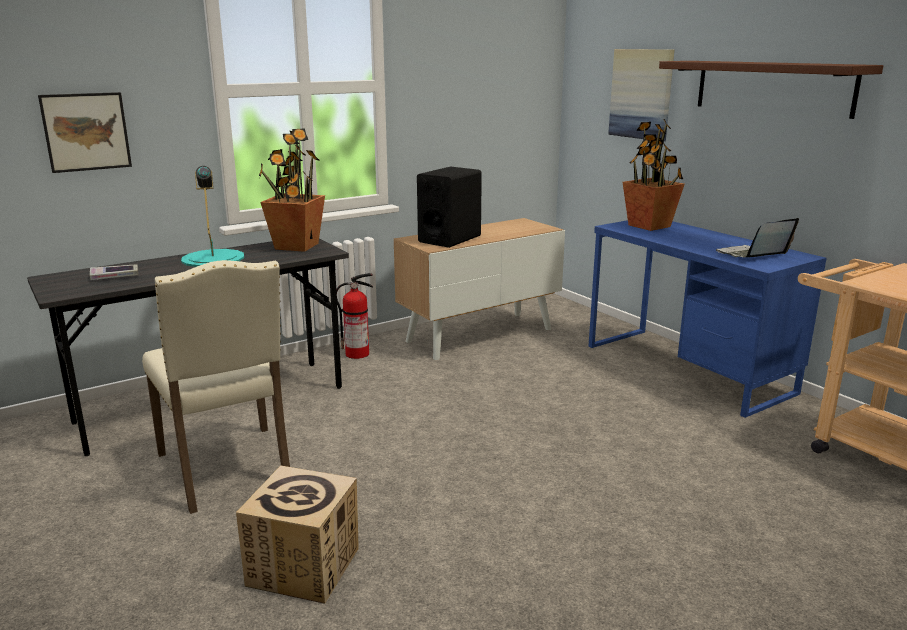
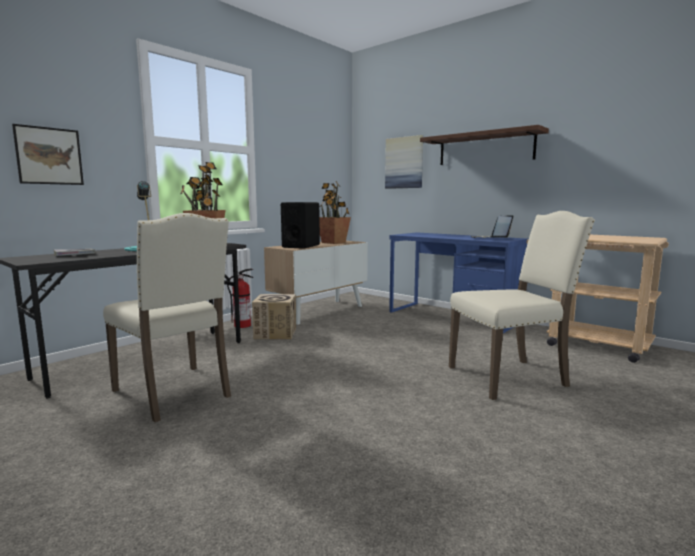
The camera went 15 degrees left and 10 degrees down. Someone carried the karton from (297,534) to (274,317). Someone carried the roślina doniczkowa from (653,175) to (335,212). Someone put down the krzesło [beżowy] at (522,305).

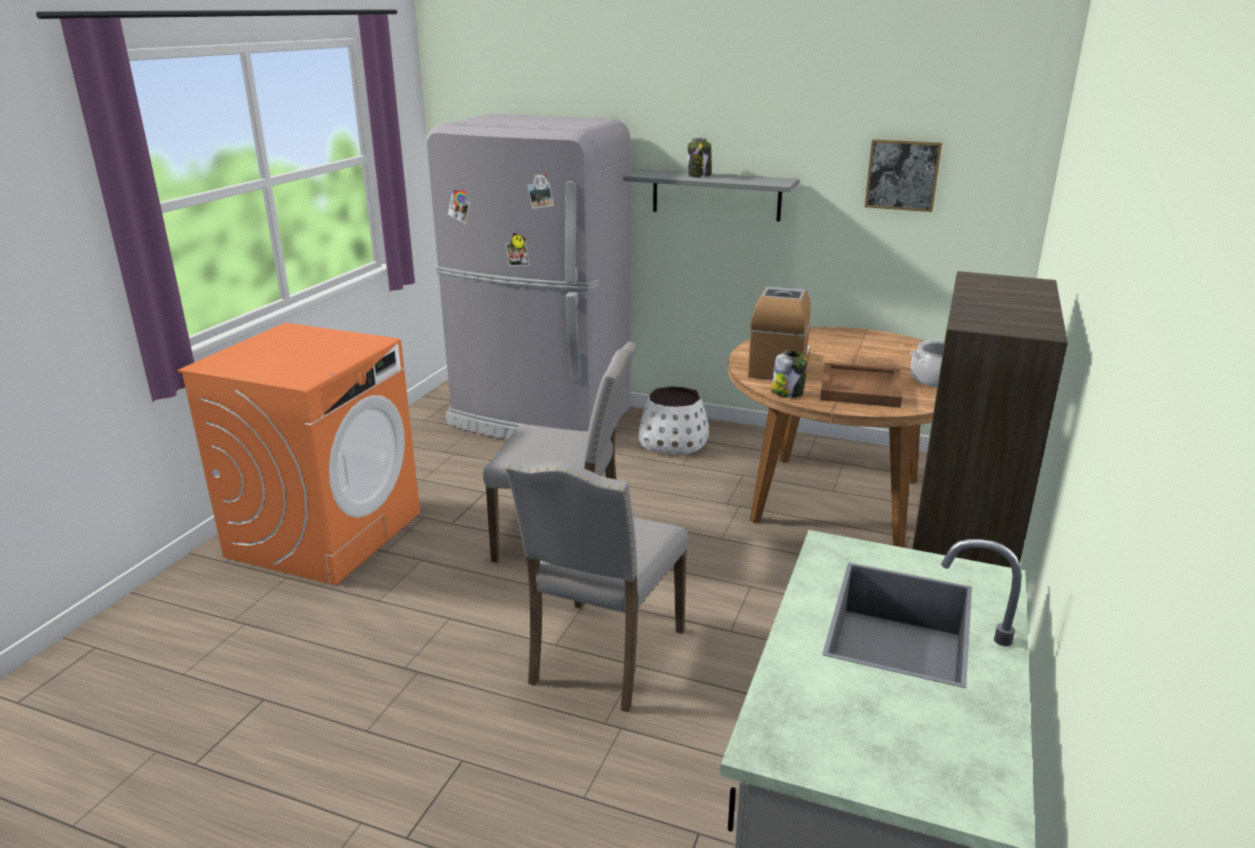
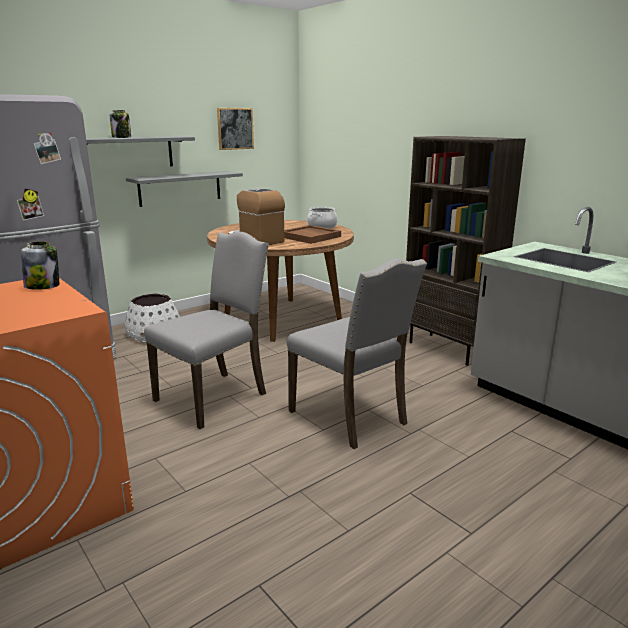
The camera went 60 degrees left and 5 degrees down. Someone carried the słoik from (789,374) to (40,266). Someone put up the półka [szary] at (184,189).

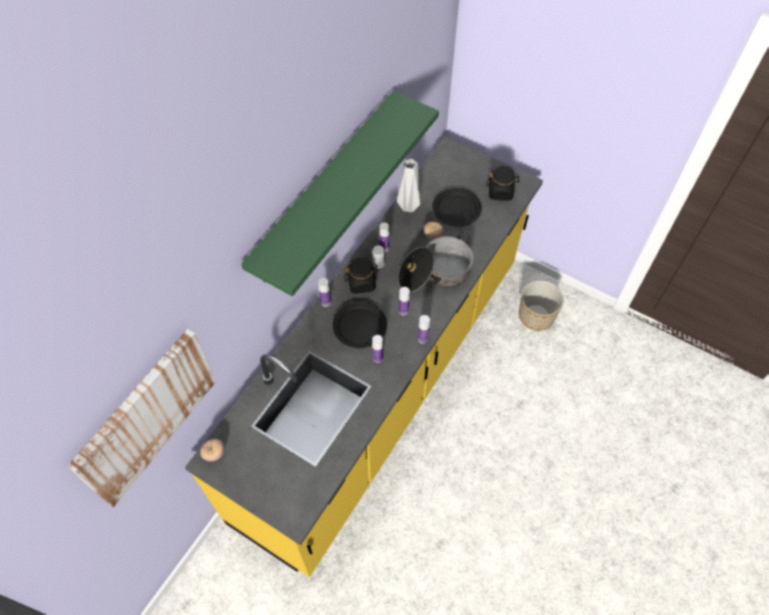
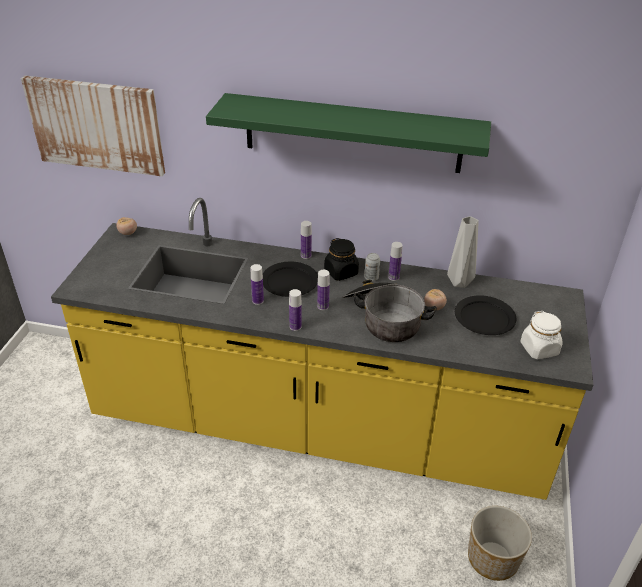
The camera went 70 degrees right and 20 degrees down. Someone repainted the słoik [czarny] at (503,183), which became the słoik [biały] at (541,335).

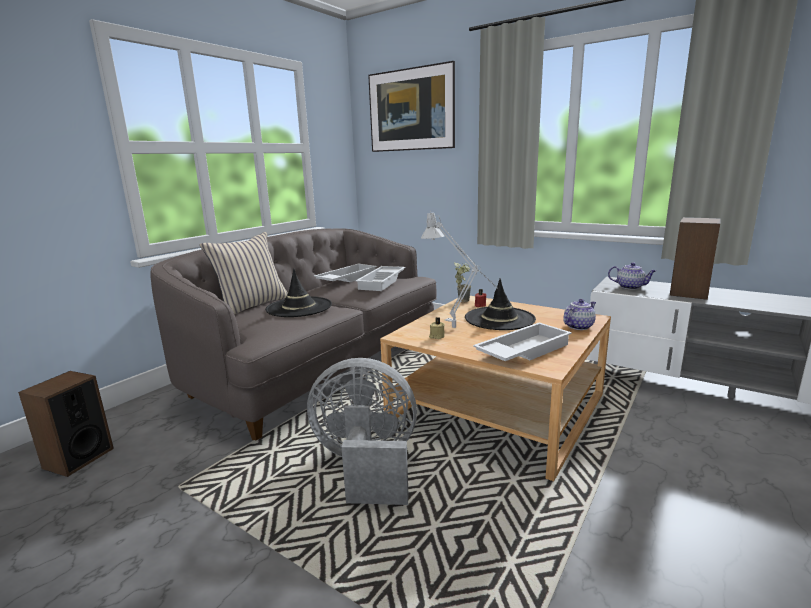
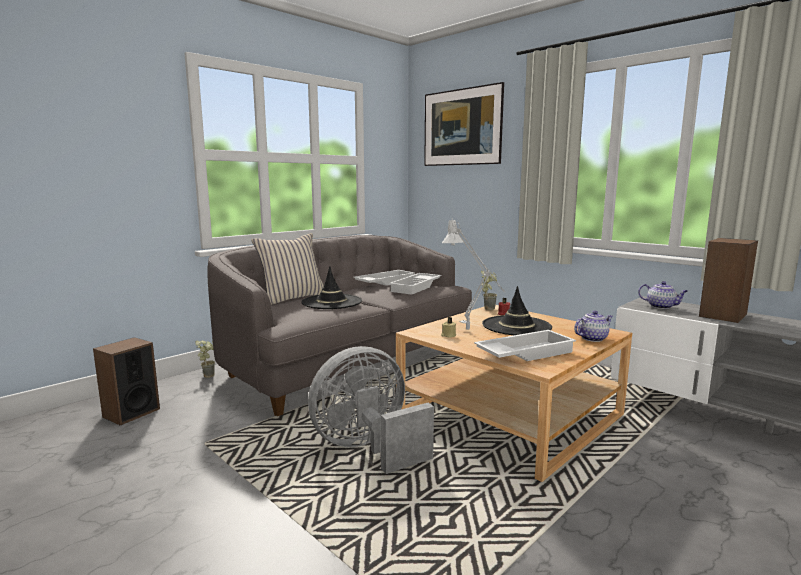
The camera went 10 degrees right and 5 degrees down. Someone put down the roślina doniczkowa at (205,359). Someone rotated the wentylator [szary] at (362,431) by 45 degrees counterclockwise.

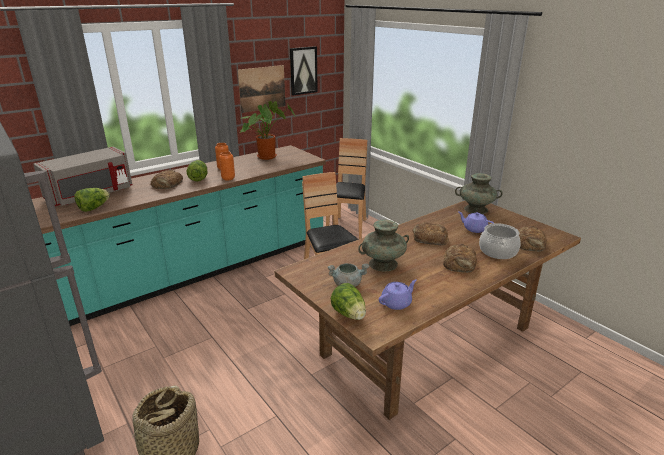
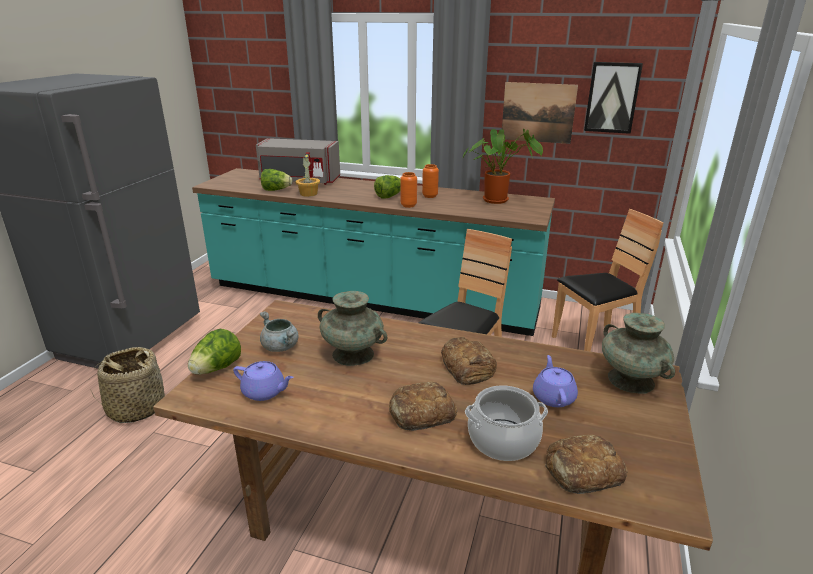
The camera went 55 degrees right and 0 degrees up. Someone put down the roślina doniczkowa at (307,175). Someone took away the chleb at (167,179).

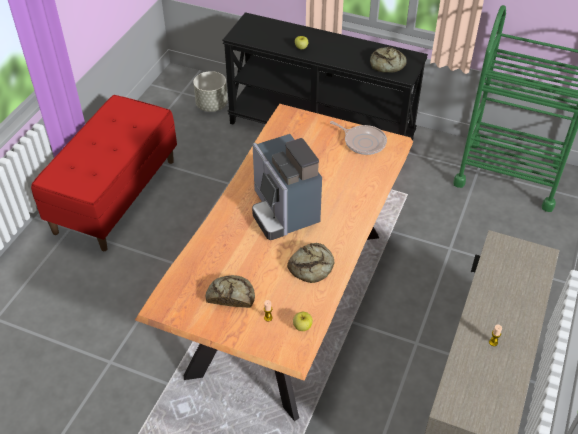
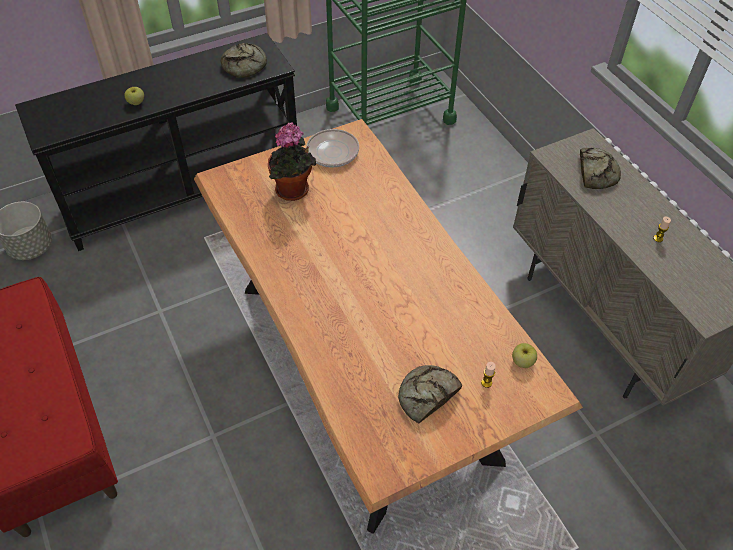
The camera went 50 degrees left and 5 degrees up. Someone put down the roślina doniczkowa at (292,161). Someone carried the chleb from (310,263) to (600,168). Someone took away the ekspres do kawy at (287,187).

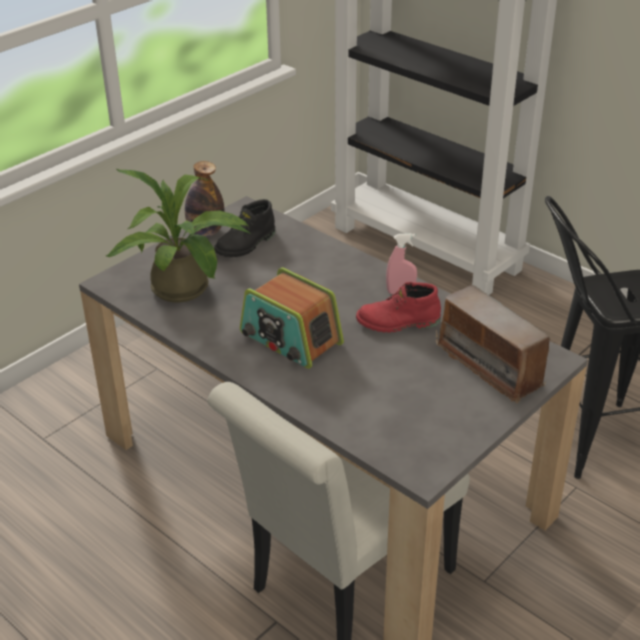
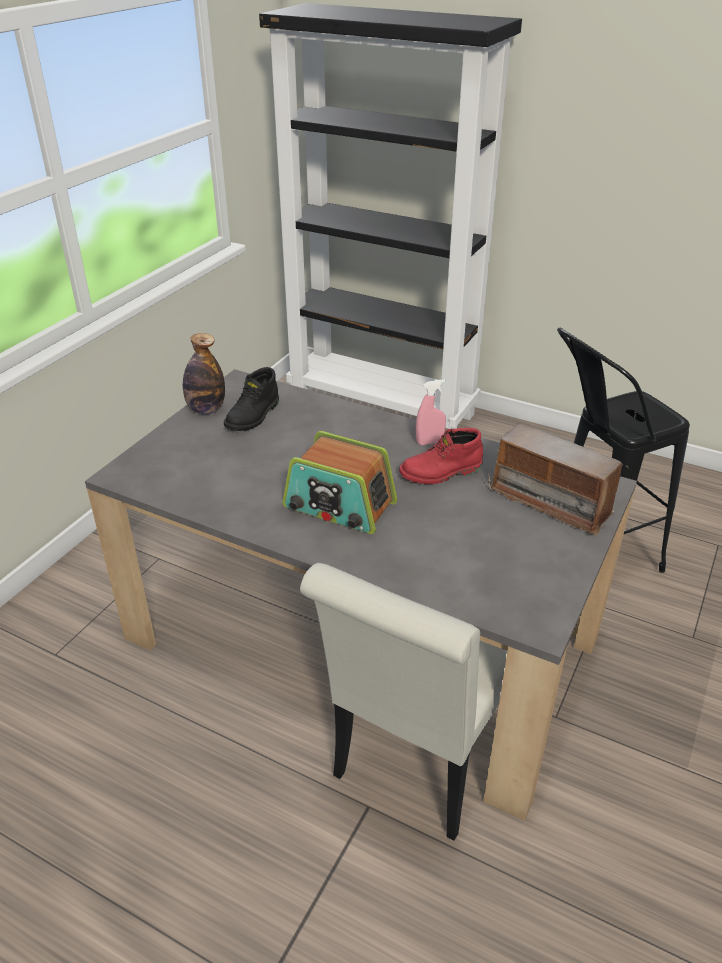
The camera went 15 degrees left and 0 degrees up. Someone took away the roślina doniczkowa at (177,235).

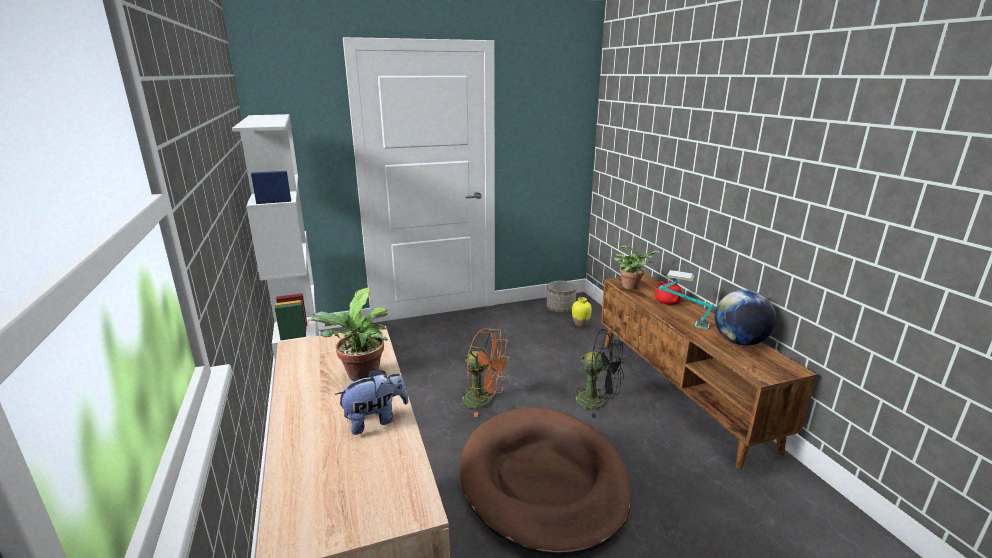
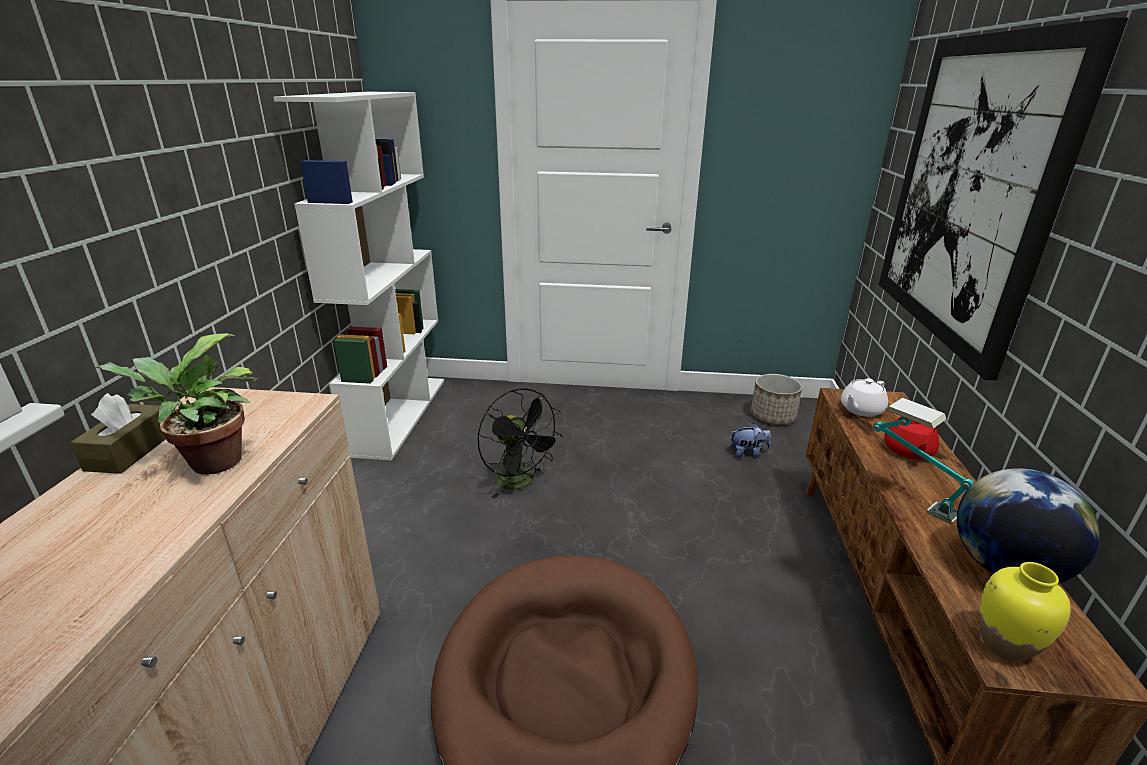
The camera went 25 degrees right and 5 degrees up. Someone put down the pudełko chusteczek [brązowy] at (118,433). Someone carried the wentylator [czarny] from (597,373) to (520,443). Someone carried the pluszak from (371,402) to (750,440). Someone swapped the roślina doniczkowa at (637,267) for the imbryk [biały] at (864,397). Someone put up the obraz at (1003,198). Someone carried the wazon [żółty] from (582,312) to (1025,612). Someone took away the wentylator [pomarańczowy] at (485,372).

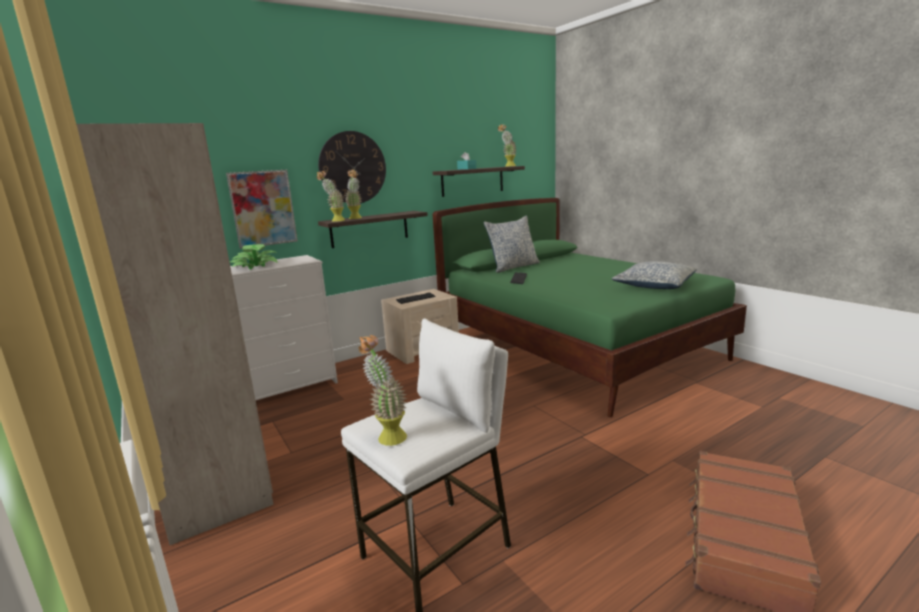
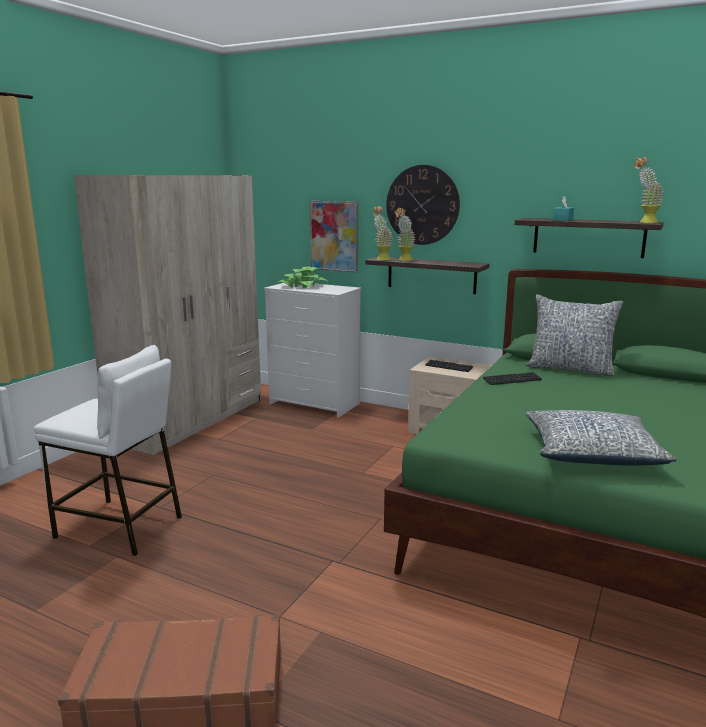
The camera went 60 degrees right and 0 degrees up. Someone took away the roślina doniczkowa at (382,390).

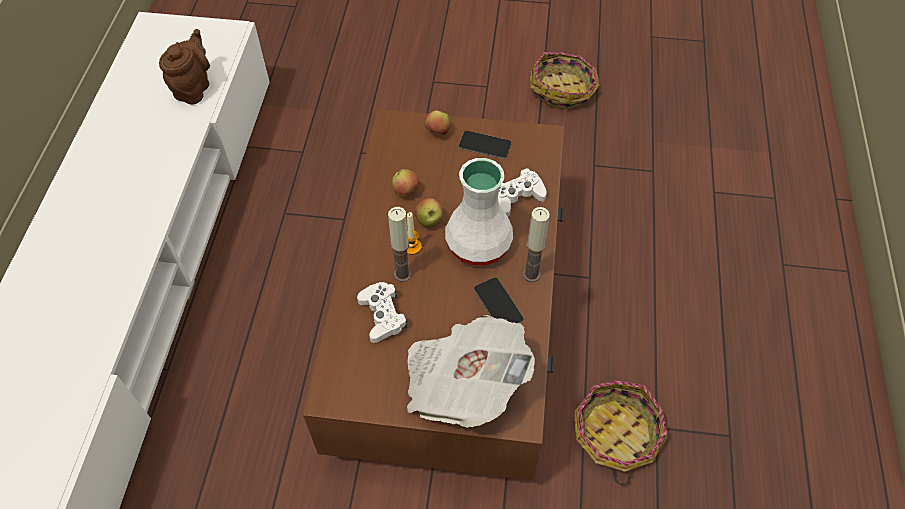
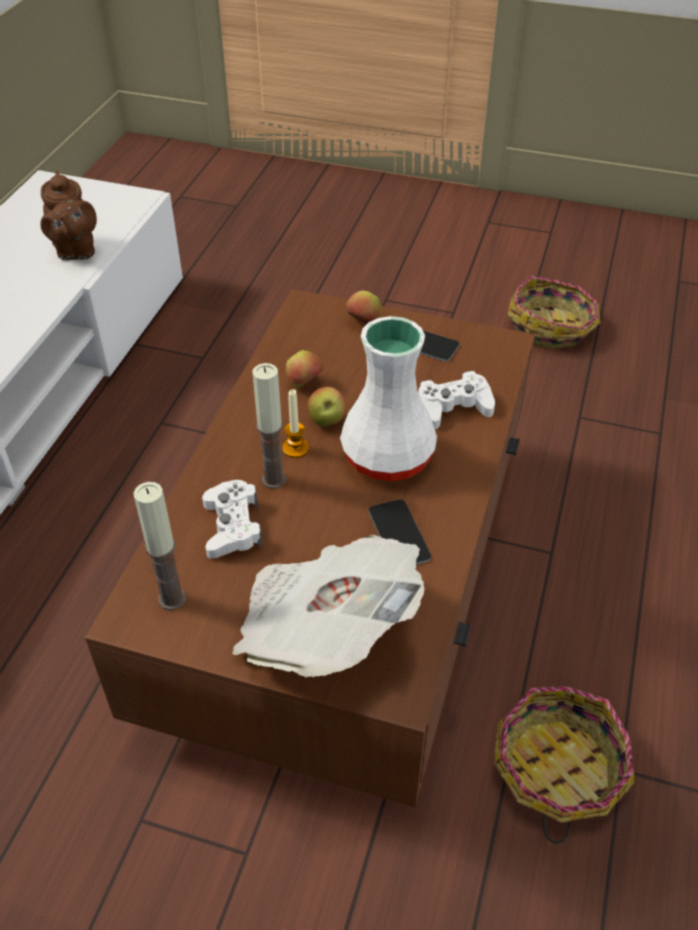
The camera went 10 degrees right and 10 degrees down. Someone rotated the imbryk [brązowy] at (184,67) by 135 degrees clockwise. Someone carried the świeca from (536,244) to (159,546).

